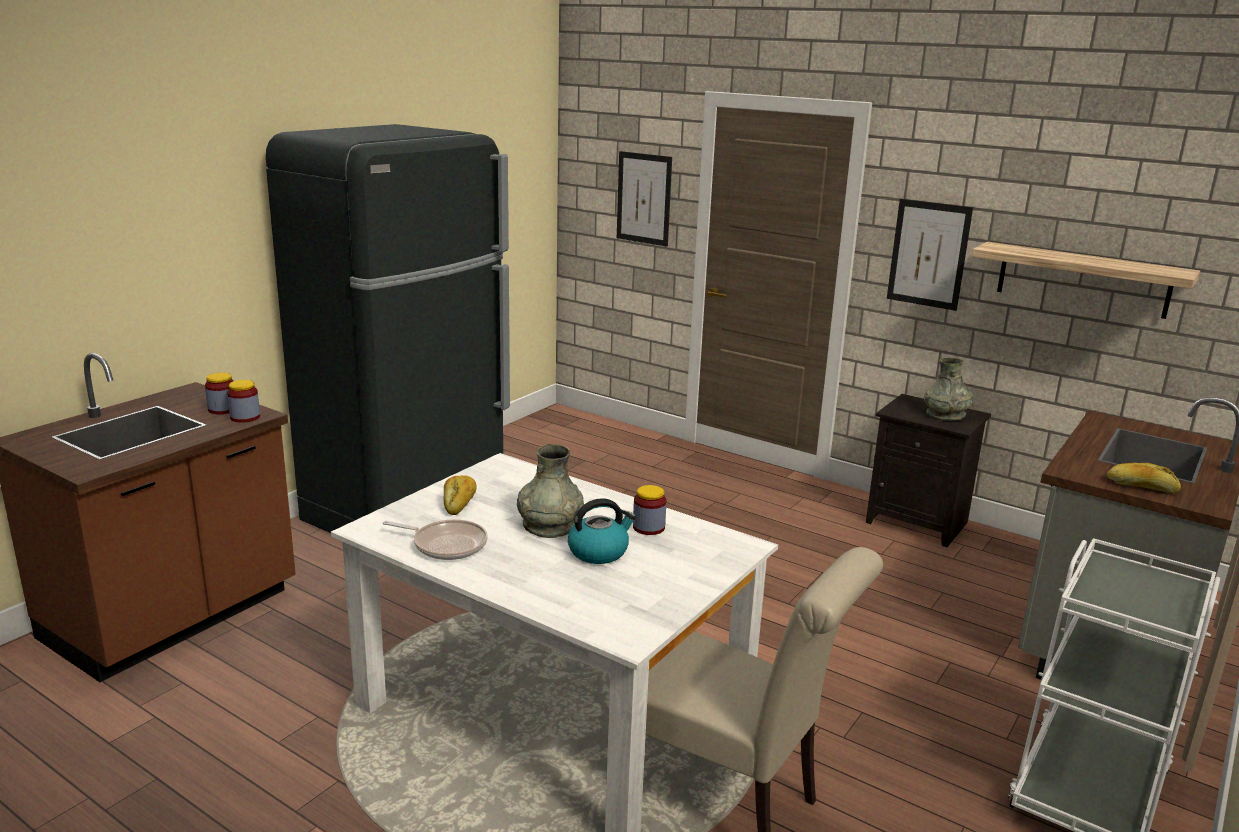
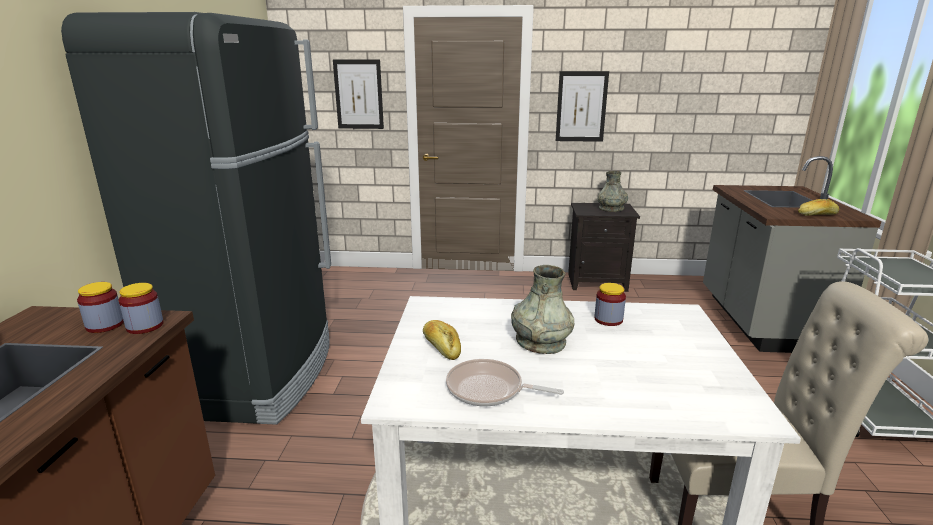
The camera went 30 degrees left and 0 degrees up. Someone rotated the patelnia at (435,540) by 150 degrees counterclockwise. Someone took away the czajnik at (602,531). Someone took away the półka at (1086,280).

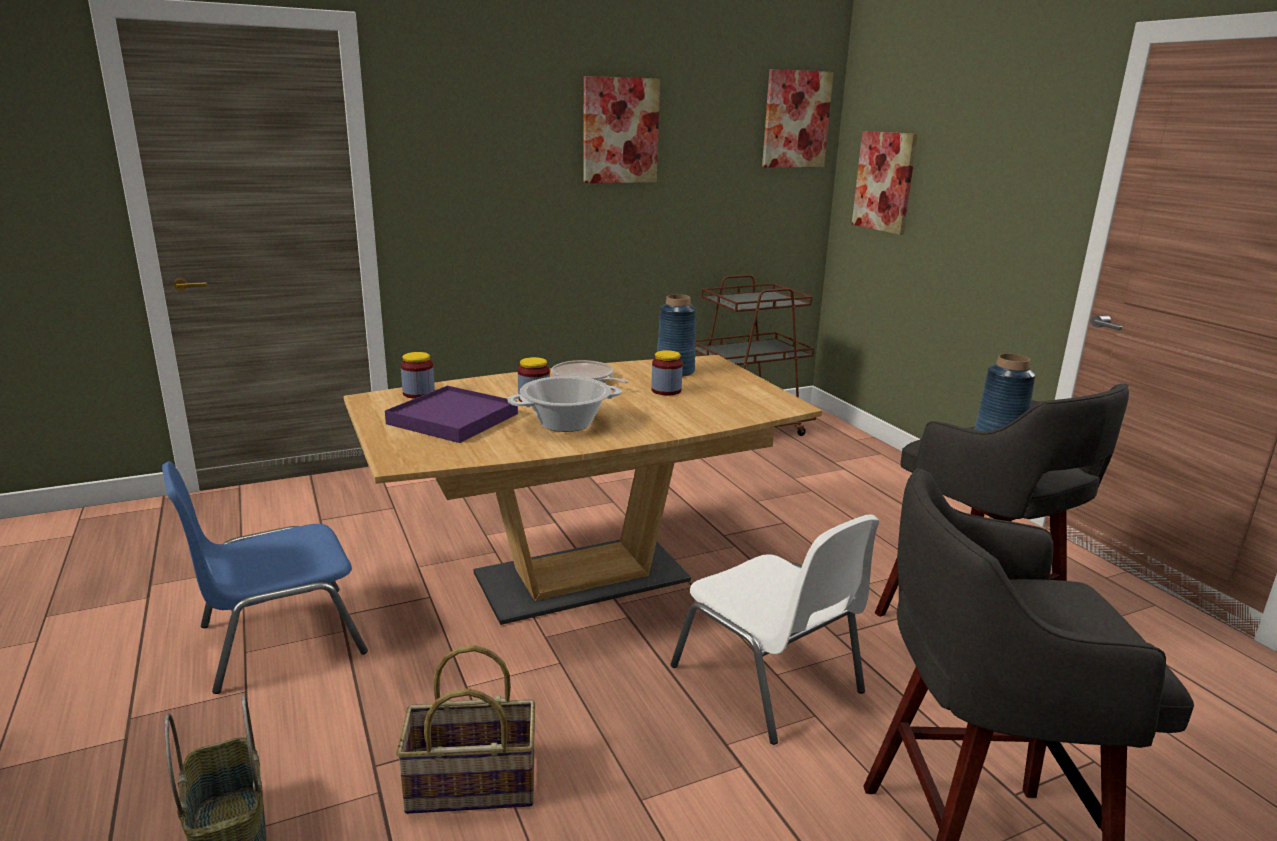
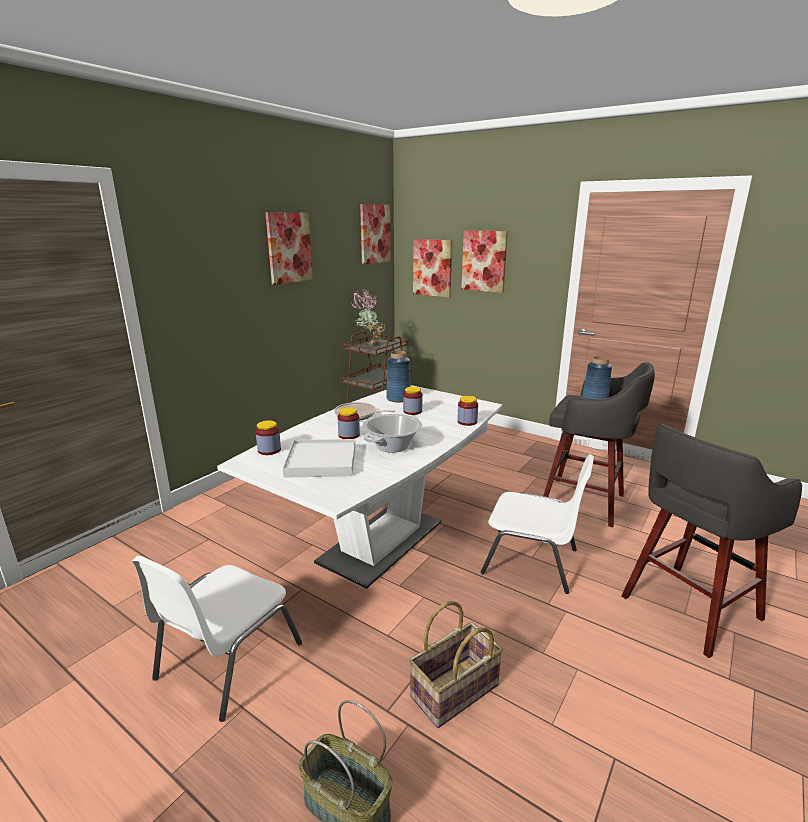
The camera went 30 degrees left and 0 degrees up. Someone repainted the krzesło [niebieski] at (265,577), which became the krzesło [biały] at (217,639). Someone repainted the stół jadalny [brązowy] at (583,490), which became the stół jadalny [biały] at (359,487). Someone repainted the taca [fioletowy] at (451,414), which became the taca [biały] at (319,458). Someone put down the roślina doniczkowa at (368,317). Someone put down the słoik at (467,411). Someone put up the obraz at (484,261).

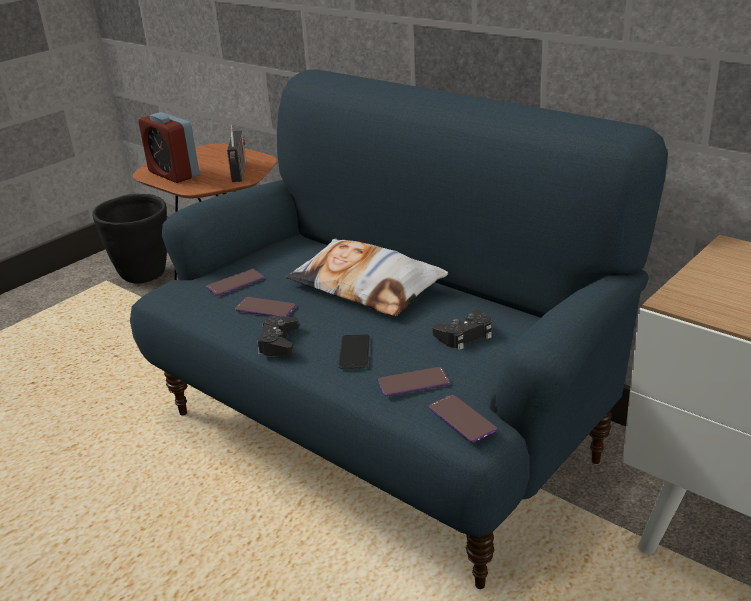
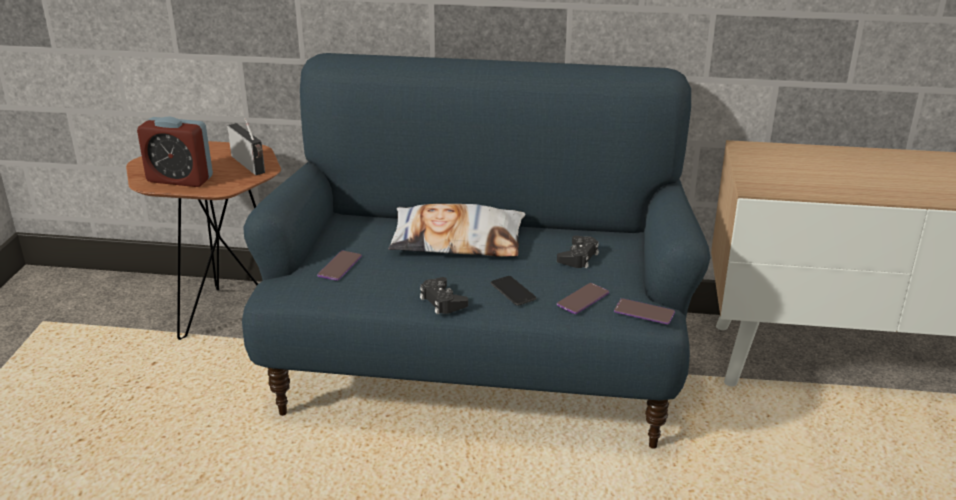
The camera went 35 degrees left and 0 degrees up. Someone took away the donica [czarny] at (130,239). Someone took away the telefon at (265,307).

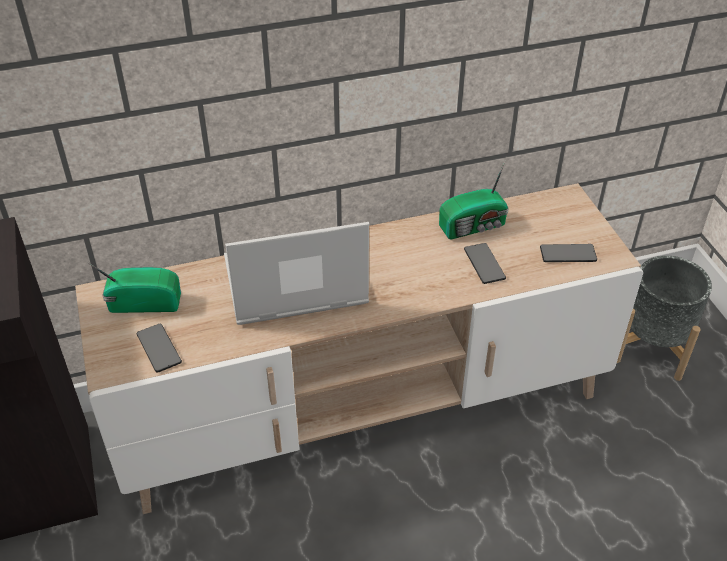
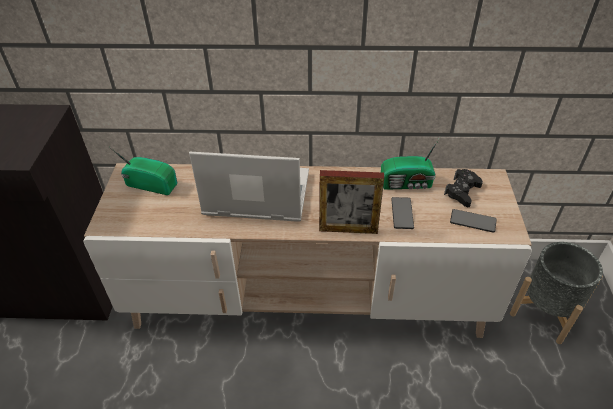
The camera went 20 degrees right and 0 degrees up. Someone put down the ramka na zdjęcie at (351,202). Someone put down the pad do gier [czarny] at (463,188). Someone took away the telefon at (159,348).

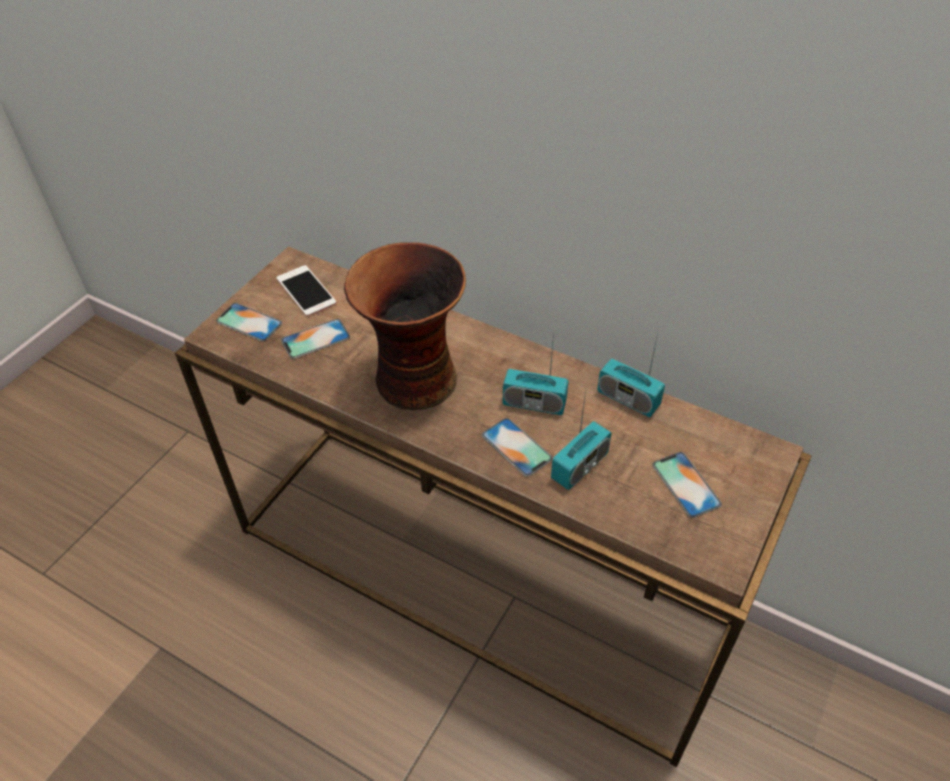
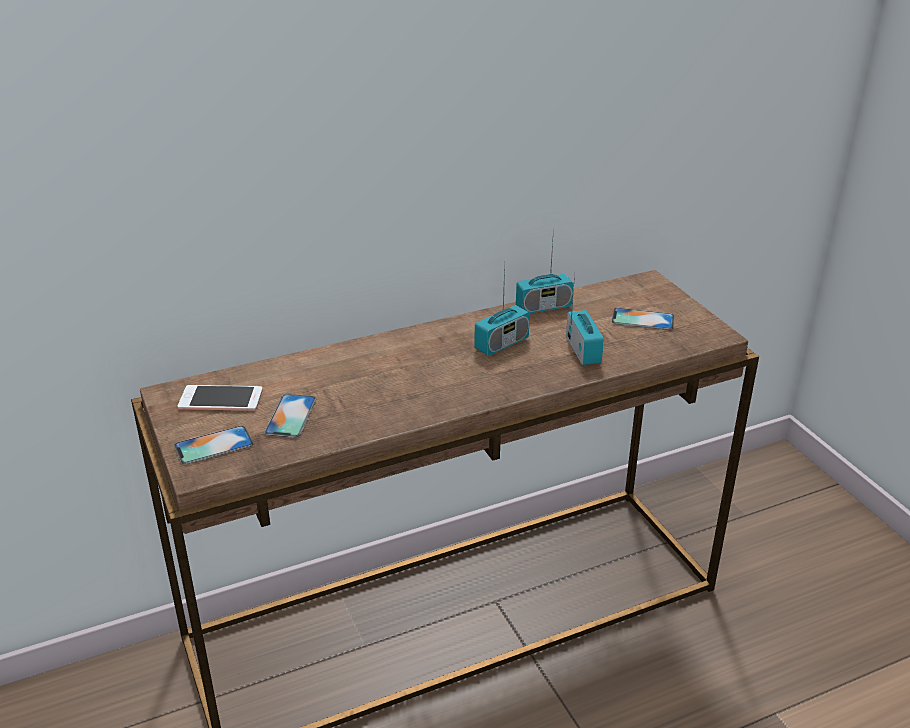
The camera went 55 degrees left and 15 degrees down. Someone took away the wazon at (405,326). Someone took away the telefon at (517,447).

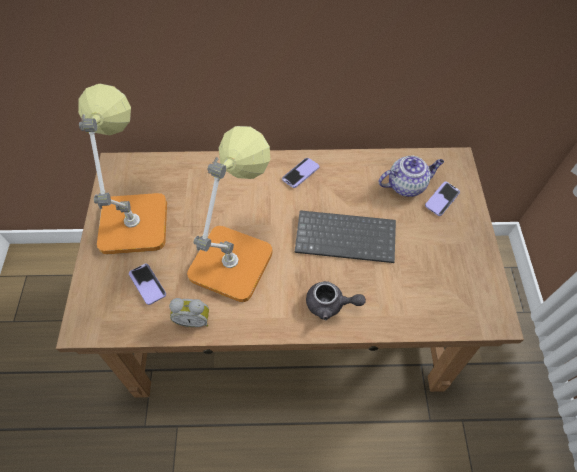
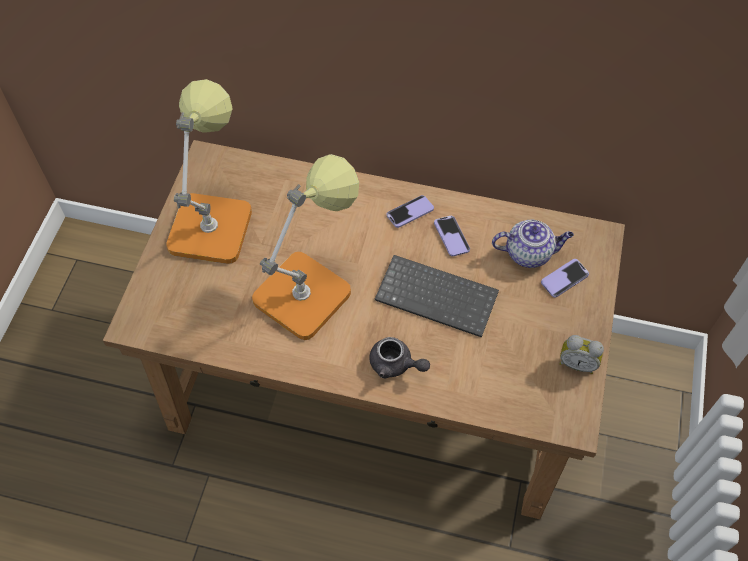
The camera went 15 degrees right and 0 degrees up. Someone carried the telefon from (147,284) to (452,236). Someone carried the budzik from (189,312) to (581,354).

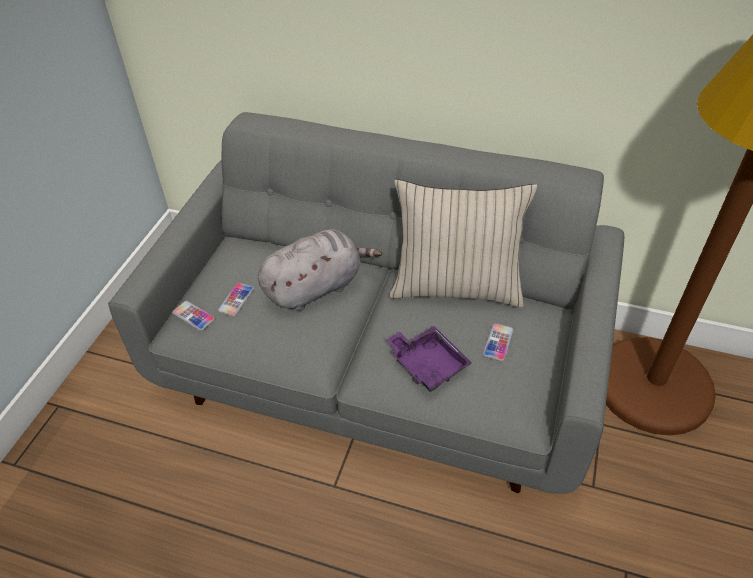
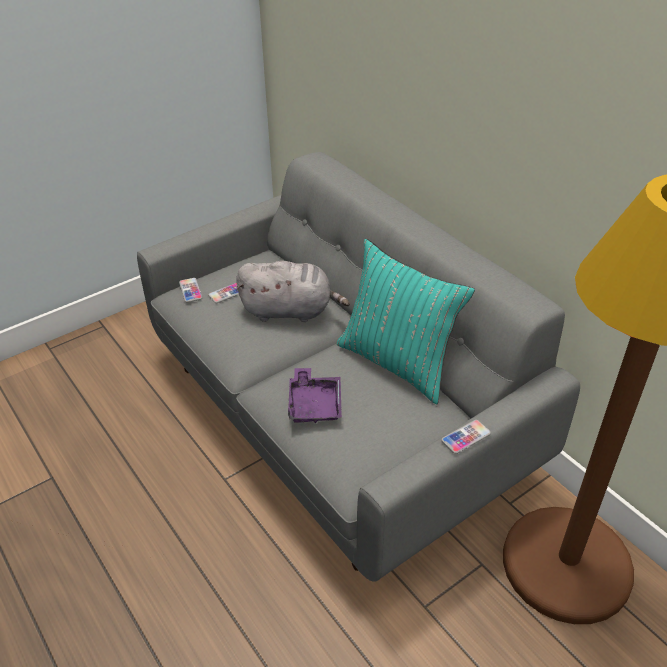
The camera went 35 degrees right and 5 degrees down. Someone repainted the poduszka [beżowy] at (463,243), which became the poduszka [turkusowy] at (406,321). Someone carried the telefon from (498,342) to (466,437).

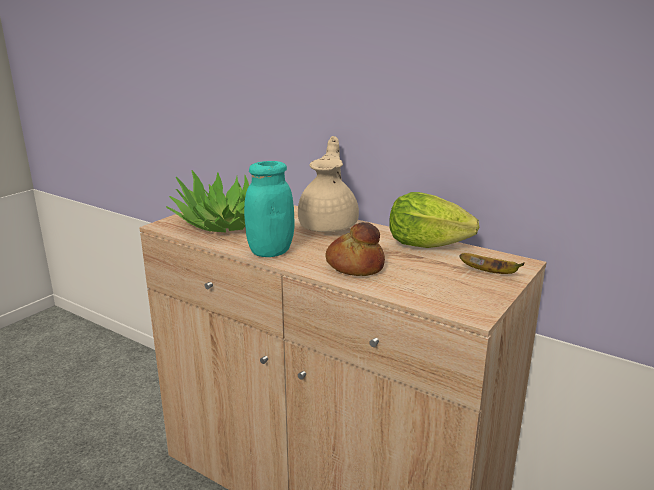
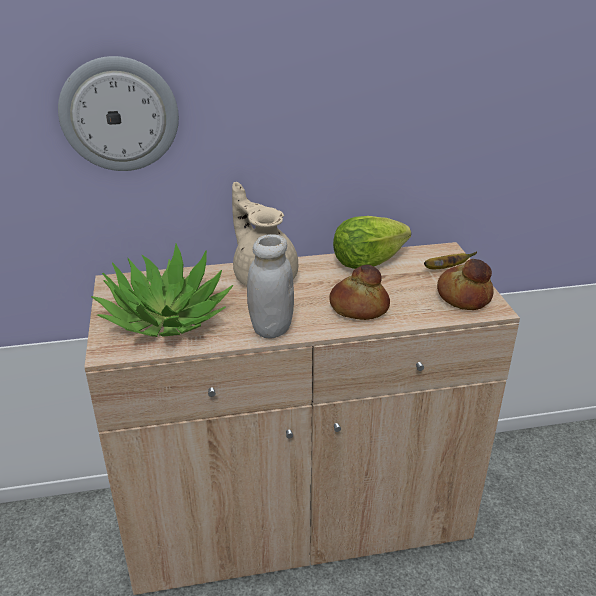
The camera went 45 degrees left and 10 degrees up. Someone put up the zegar ścienny at (118,113). Someone repainted the słoik [turkusowy] at (269,209), which became the słoik [biały] at (270,286). Someone put down the chleb at (465,284).

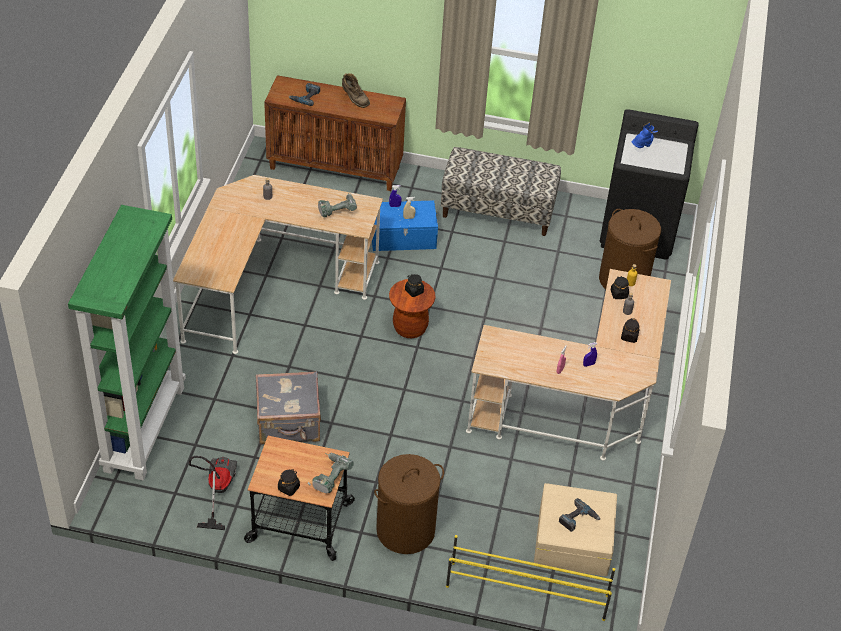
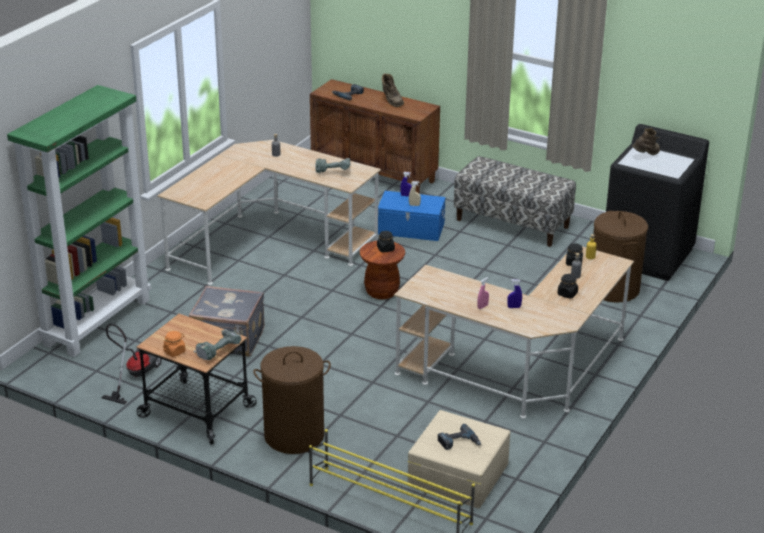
The camera went 20 degrees right and 15 degrees down. Someone repainted the słoik [czarny] at (289,482), which became the słoik [pomarańczowy] at (174,344). Someone repainted the but z cholewką [niebieski] at (645,135), which became the but z cholewką [brązowy] at (646,141).

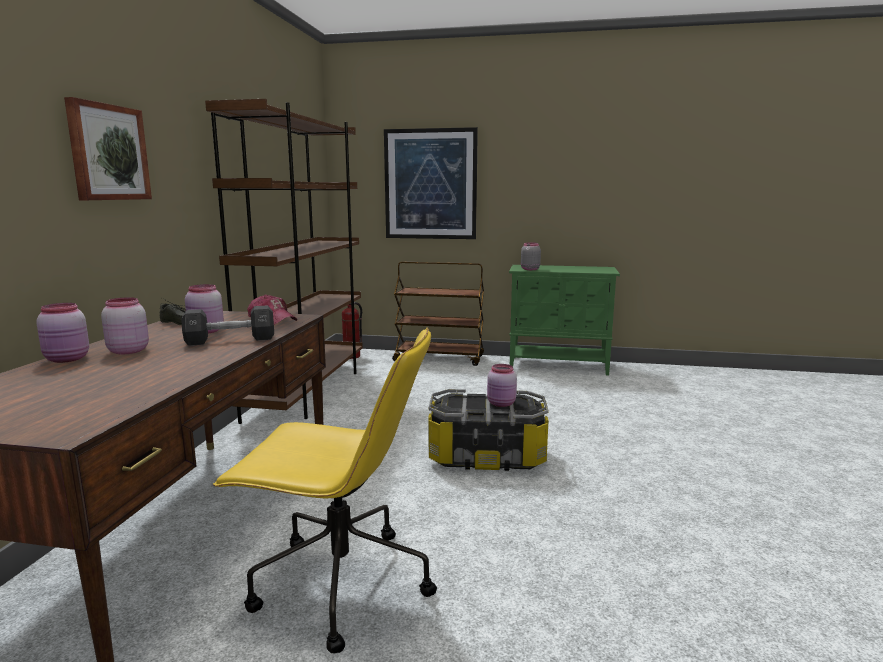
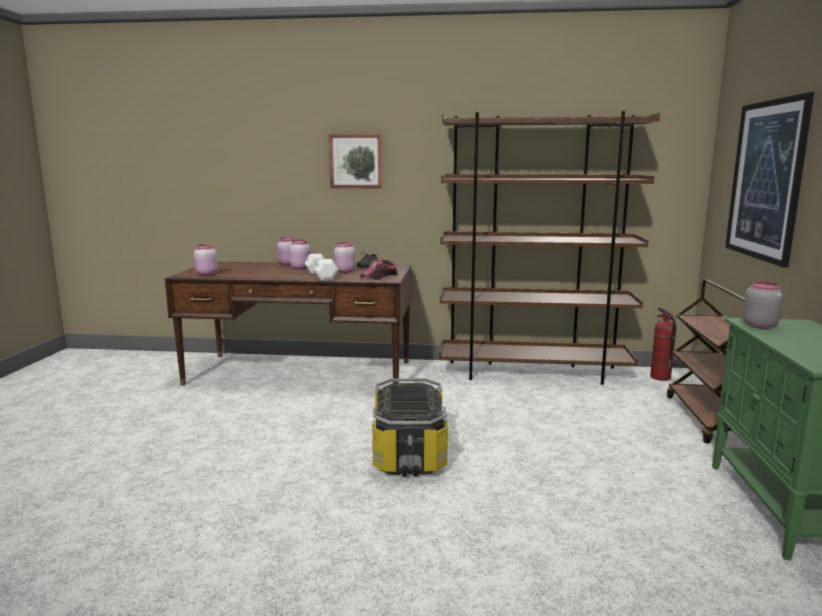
The camera went 85 degrees right and 0 degrees up. Someone carried the słoik [różowy] from (502,385) to (206,260). Someone repainted the hantel [czarny] at (228,325), which became the hantel [biały] at (321,267). Someone took away the krzesło biurowe [żółty] at (324,491).

